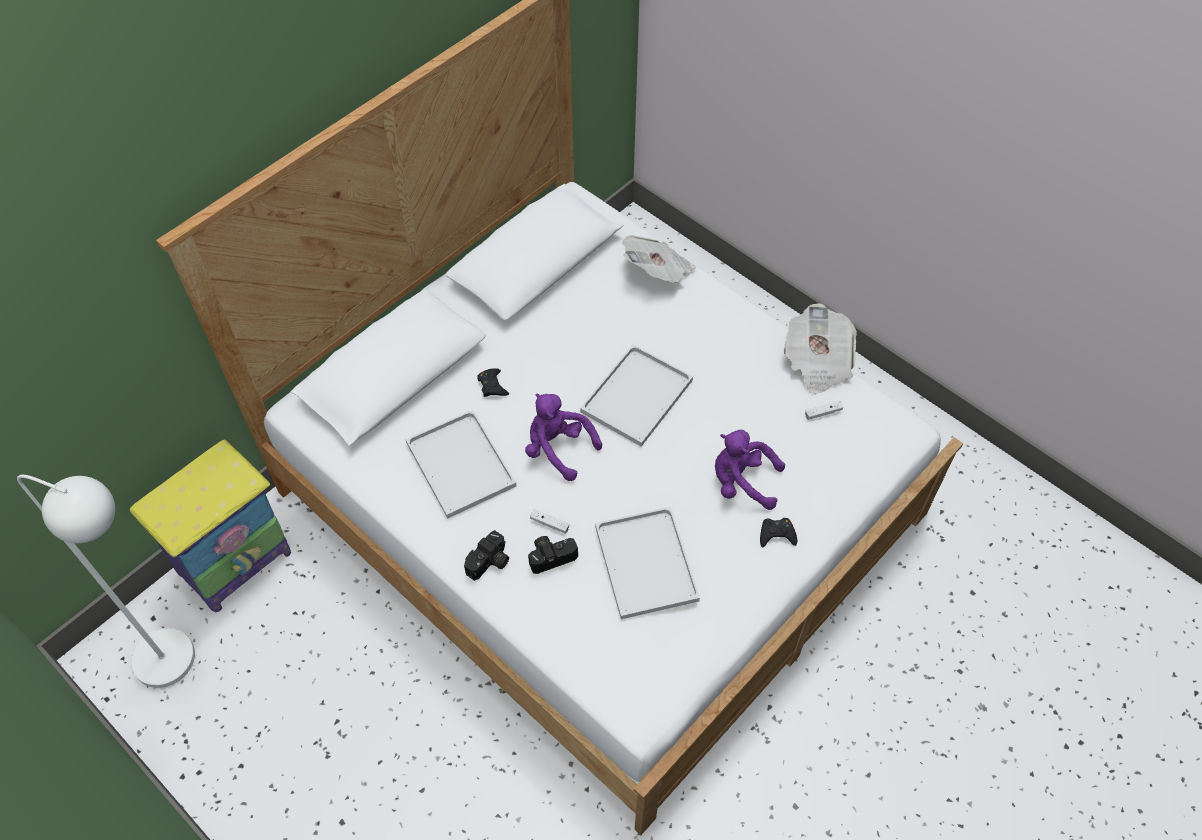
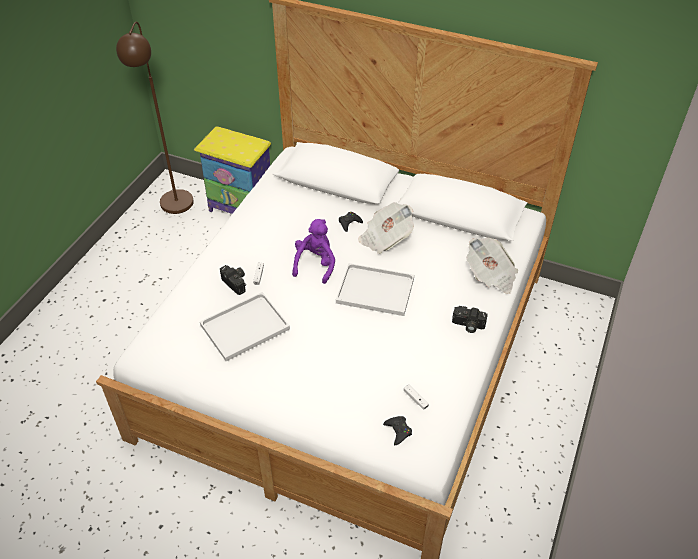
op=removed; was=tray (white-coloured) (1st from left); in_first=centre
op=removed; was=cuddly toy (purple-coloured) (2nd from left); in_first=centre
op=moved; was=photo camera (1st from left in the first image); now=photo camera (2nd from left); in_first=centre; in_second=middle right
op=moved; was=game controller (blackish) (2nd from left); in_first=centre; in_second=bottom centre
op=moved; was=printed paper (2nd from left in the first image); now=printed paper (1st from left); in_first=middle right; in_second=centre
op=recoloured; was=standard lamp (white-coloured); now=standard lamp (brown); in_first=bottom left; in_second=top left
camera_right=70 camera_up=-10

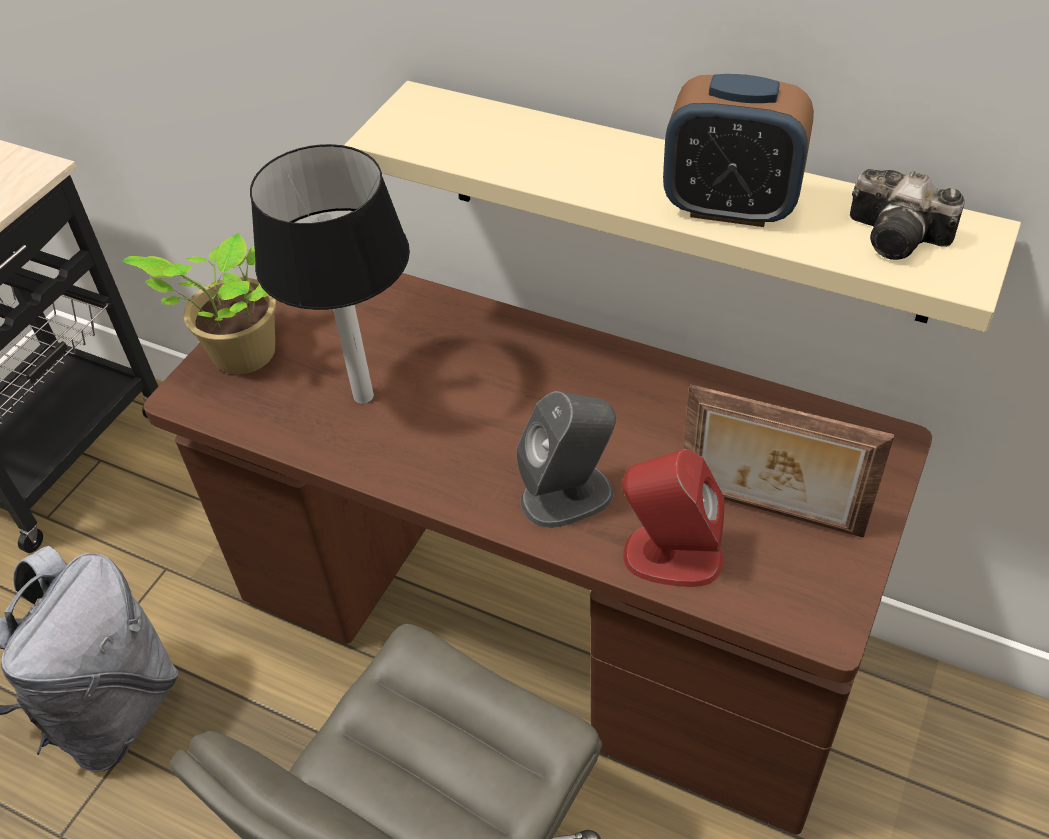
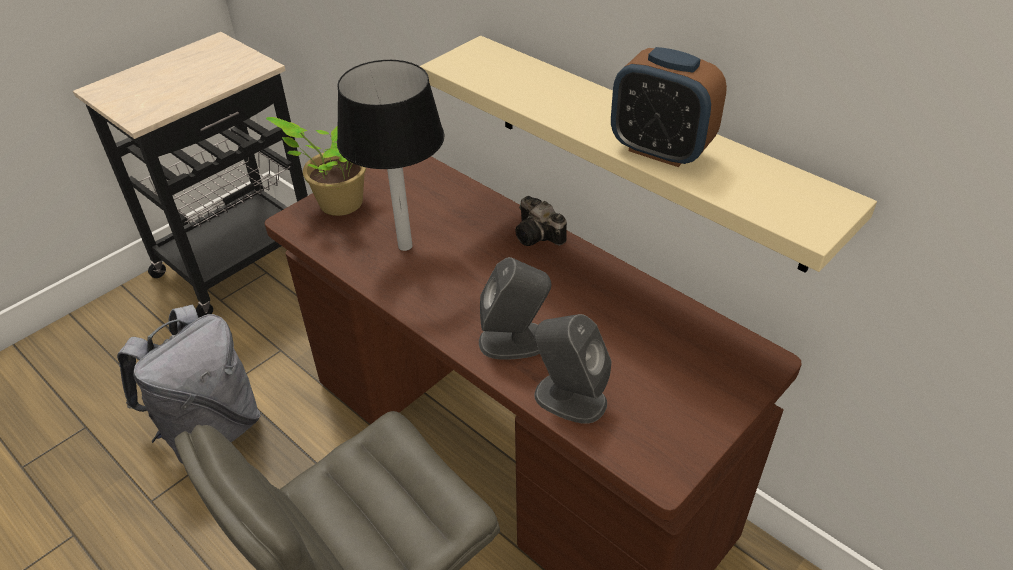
op=removed; was=photo frame; in_first=middle right
op=moved; was=photo camera; in_first=top right; in_second=centre
op=recoloured; was=speaker (red-coloured); now=speaker (gray) (2nd from left); in_first=centre; in_second=centre
camera_right=15 camera_up=-5

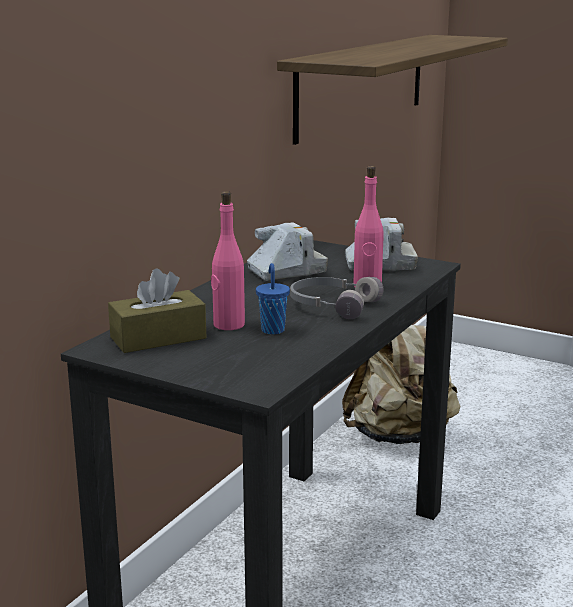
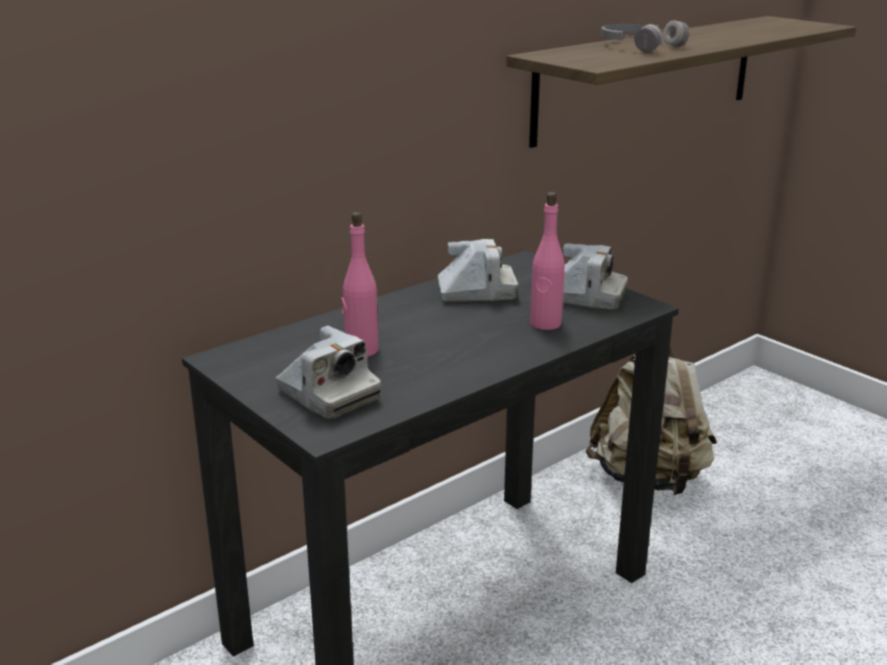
op=removed; was=tissue holder (brown); in_first=middle left
op=removed; was=small cup (blue); in_first=centre
op=added; now=photo camera (1st from left); in_second=centre
op=moved; was=pair of headphones (gray); in_first=centre; in_second=top right
camera_right=20 camera_up=5

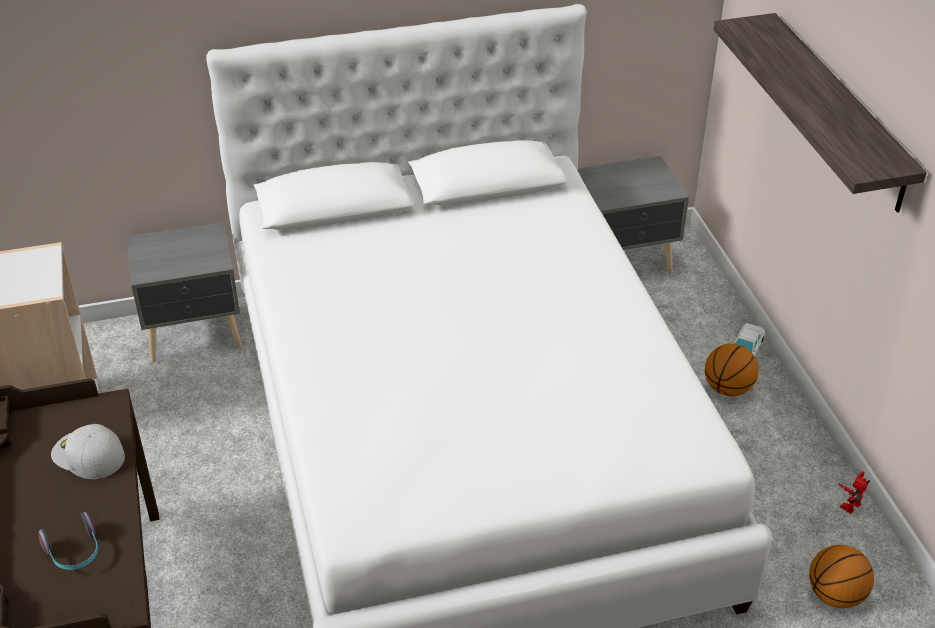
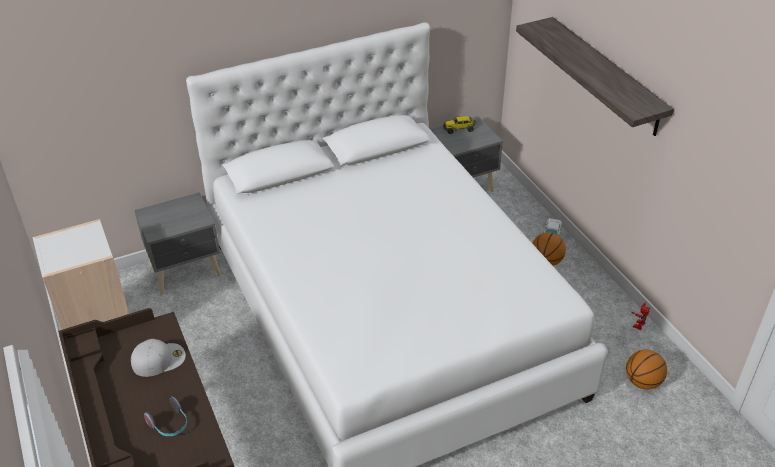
op=added; now=toy lorry; in_second=top centre
op=turned; was=cap (white-coloured); in_first=bottom left; in_second=bottom left; clockwise=135
camera_right=-10 camera_up=0

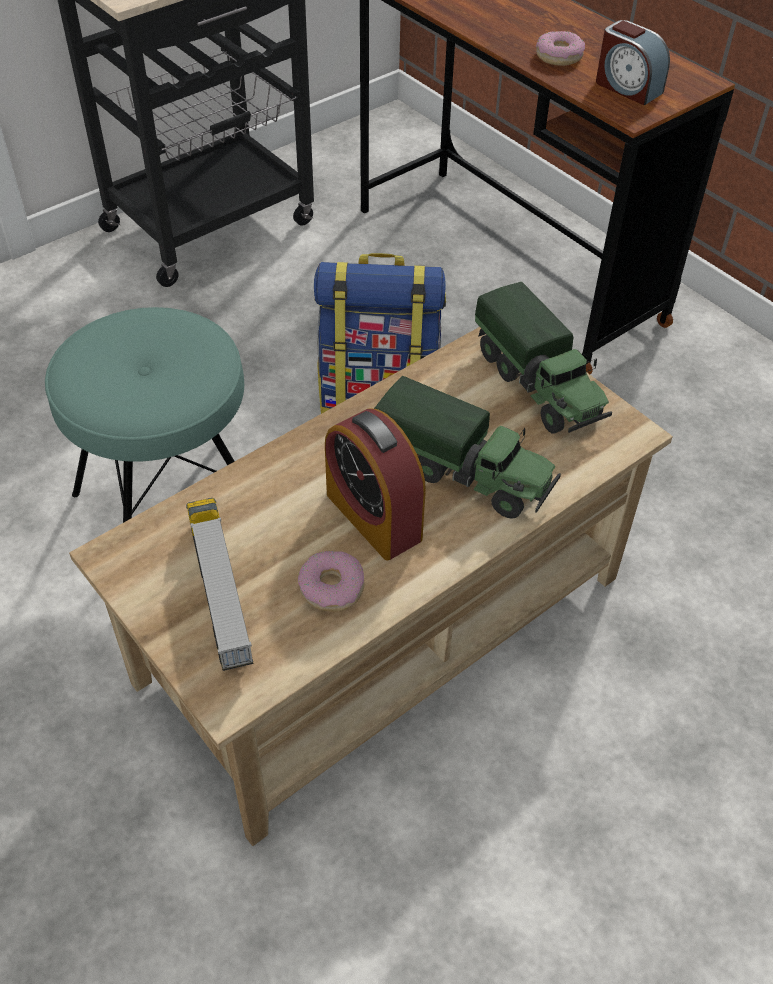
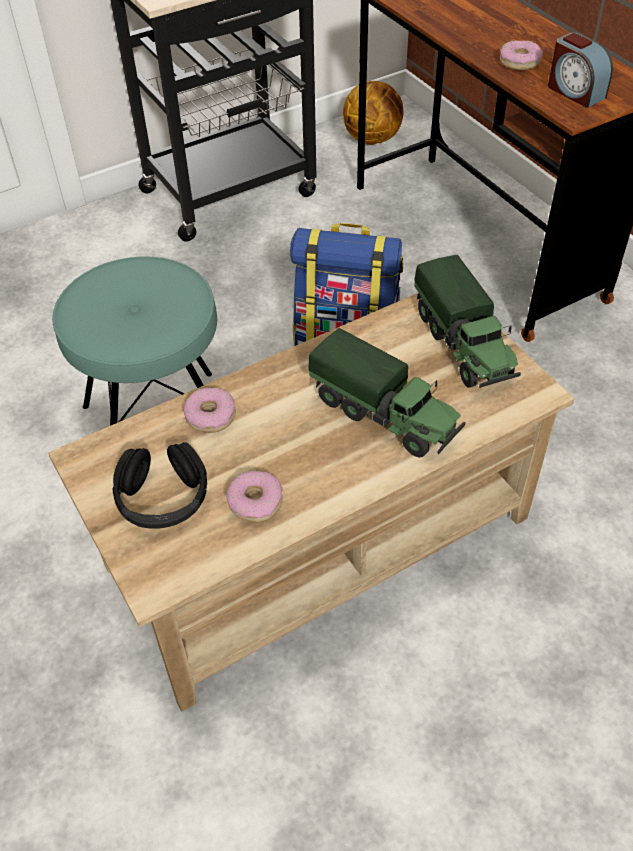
op=removed; was=table clock (1st from left); in_first=centre
op=added; now=donut (1st from left); in_second=middle left
op=added; now=ball for basketball; in_second=top centre
op=replaced; was=toy lorry (1st from left); now=pair of headphones (blackish); in_first=middle left; in_second=middle left
camera_right=10 camera_up=0

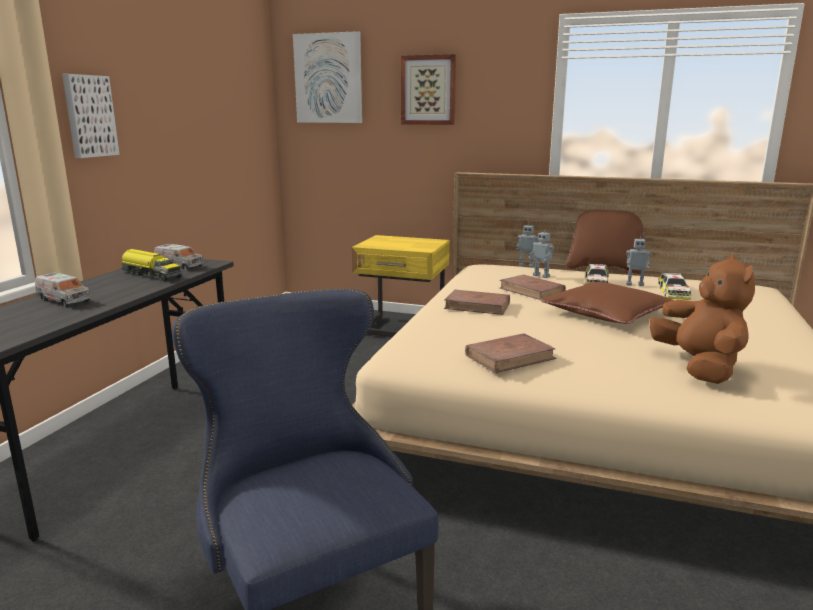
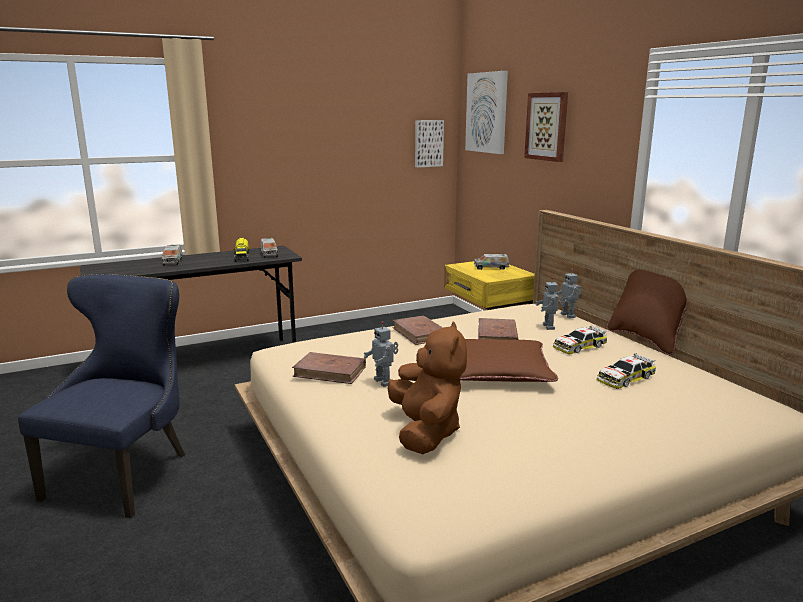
op=added; now=toy lorry (4th from left); in_second=centre
op=moved; was=picture (1st from left); in_first=top left; in_second=top centre
op=moved; was=toy robot (3rd from left in the first image); now=toy robot (1st from left); in_first=middle right; in_second=centre
op=turned; was=cuddly toy (brown); in_first=middle right; in_second=centre; clockwise=-45
camera_right=45 camera_up=0

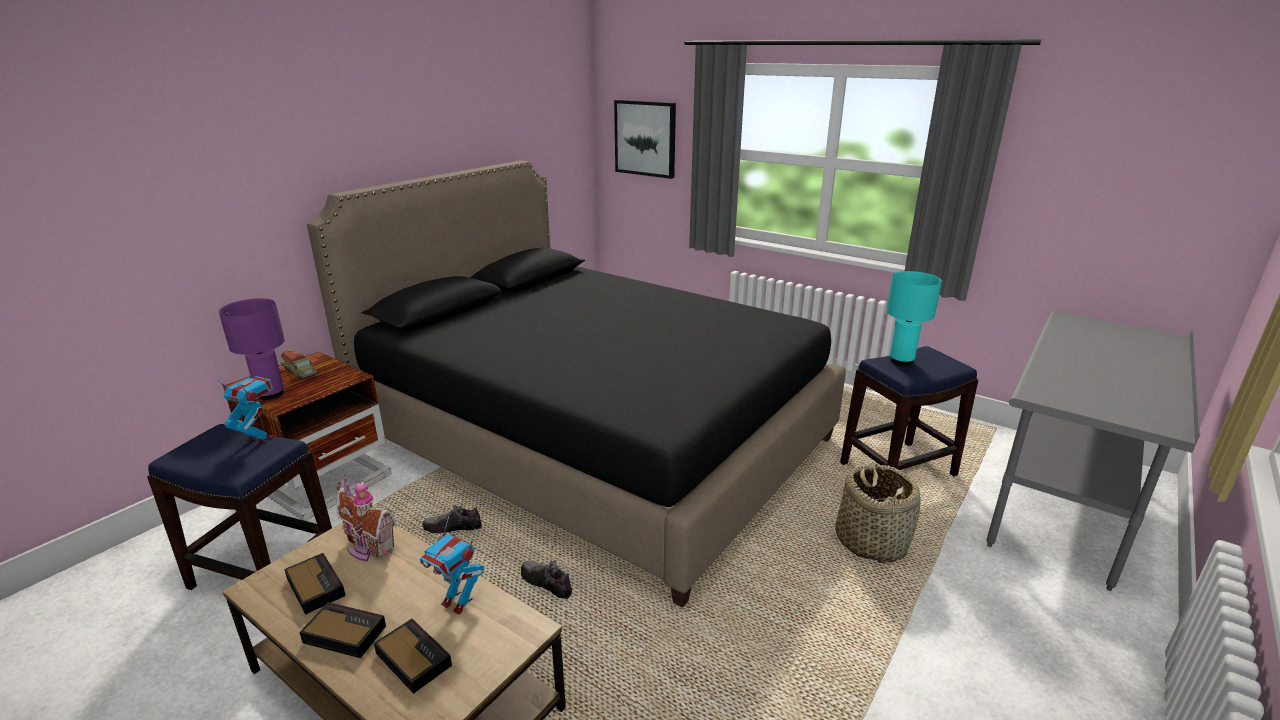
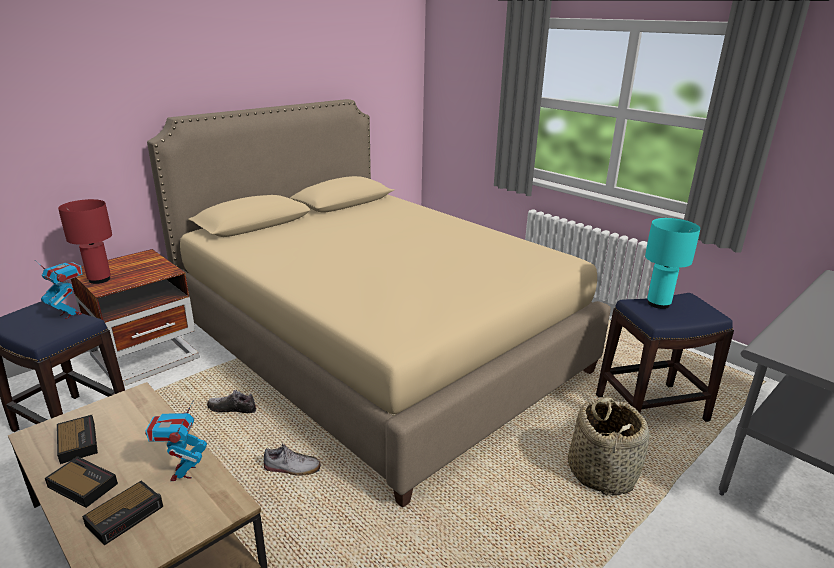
op=removed; was=toy lorry; in_first=middle left
op=removed; was=toy house; in_first=bottom left
op=removed; was=picture; in_first=top centre
op=recoloured; was=table lamp (purple-coloured); now=table lamp (red-coloured); in_first=middle left; in_second=middle left
op=recoloured; was=sleeping bed (blackish); now=sleeping bed (beige-coloured); in_first=centre; in_second=centre
op=turned; was=table clock (3rd from left); in_first=bottom left; in_second=bottom left; clockwise=75
op=turned; was=toy robot (2nd from left); in_first=bottom centre; in_second=bottom left; clockwise=45
op=turned; was=item of footwear (2nd from left); in_first=bottom centre; in_second=bottom centre; clockwise=135
camera_right=10 camera_up=0

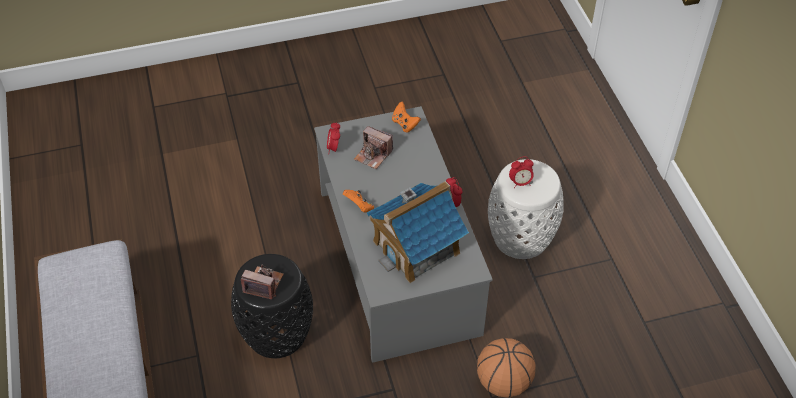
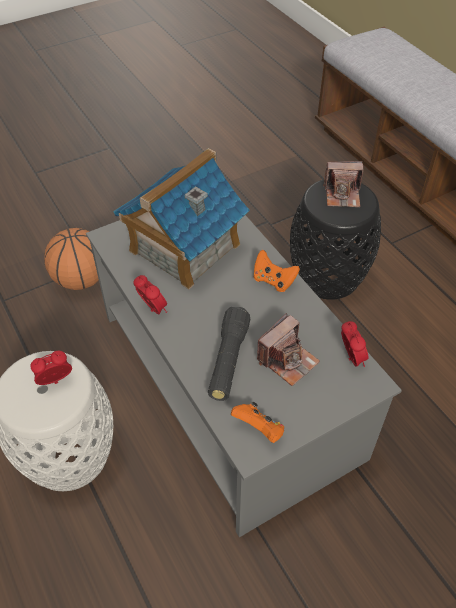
op=added; now=flashlight (blackish); in_second=centre
op=turned; was=photo camera (2nd from left in the first image); in_first=centre; in_second=centre; clockwise=120
camera_right=165 camera_up=0

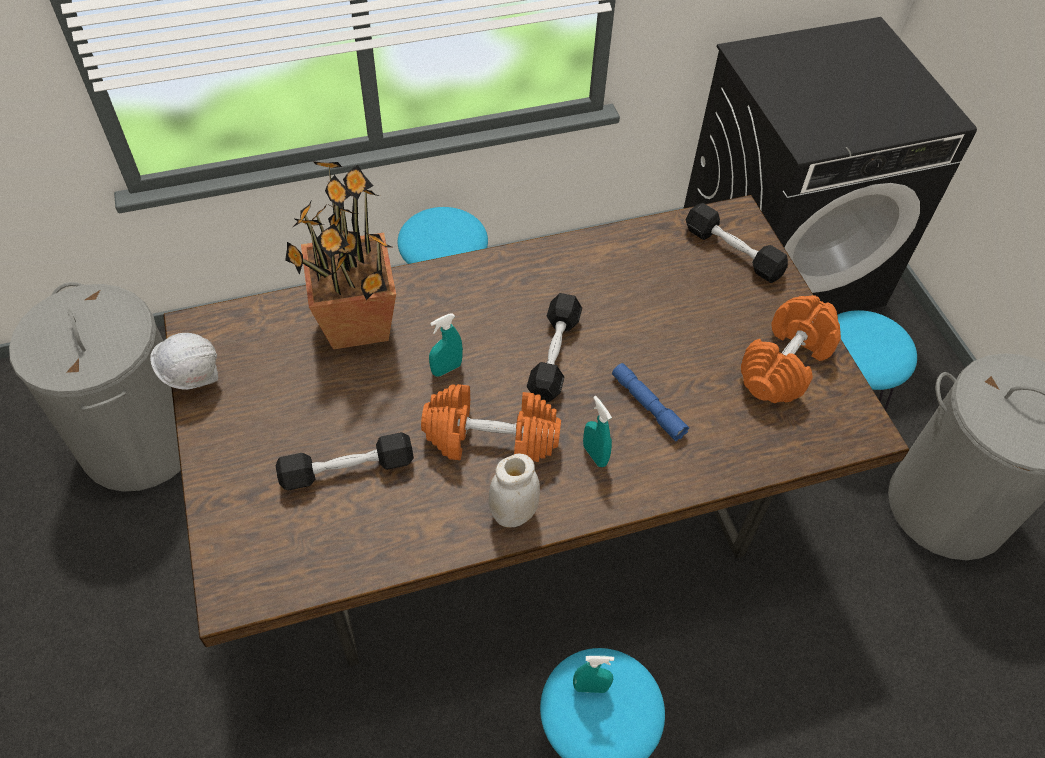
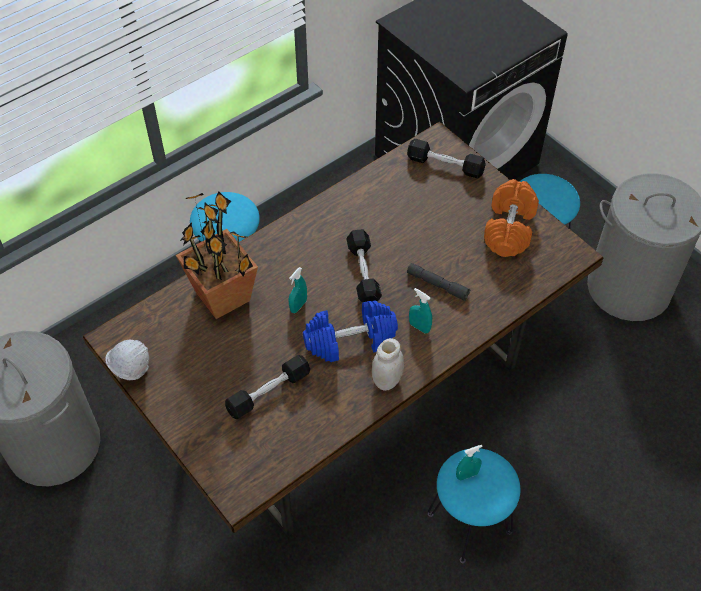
op=recoloured; was=hand weight (orange) (1st from left); now=hand weight (blue); in_first=centre; in_second=centre
op=recoloured; was=flashlight (blue); now=flashlight (gray); in_first=centre; in_second=centre
camera_right=-20 camera_up=0

